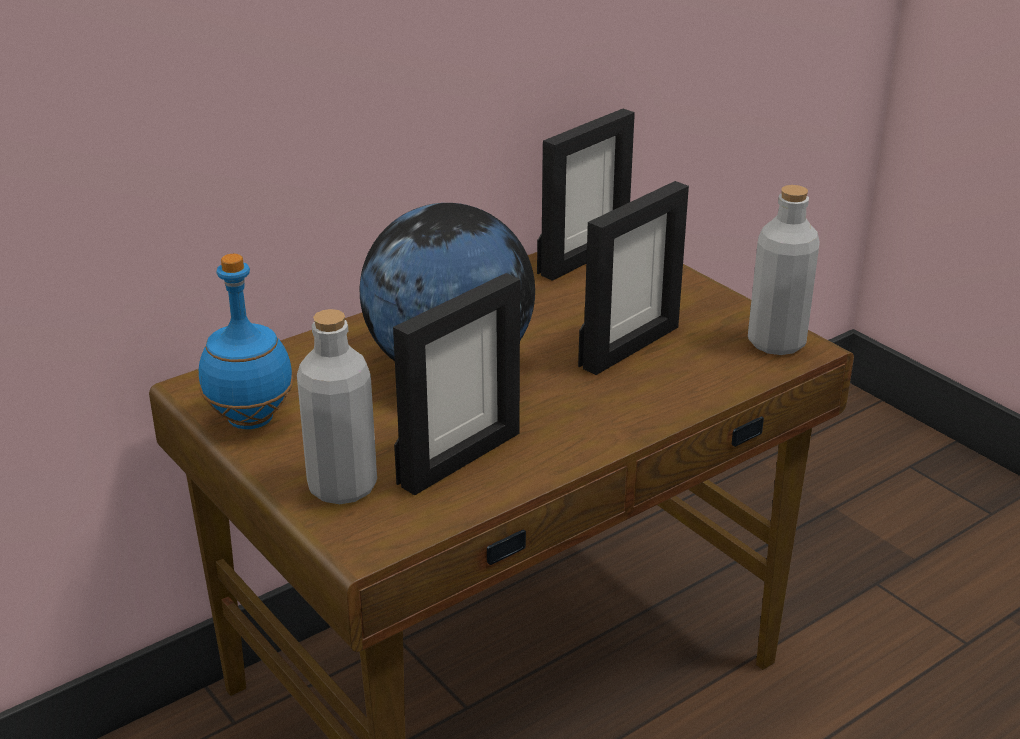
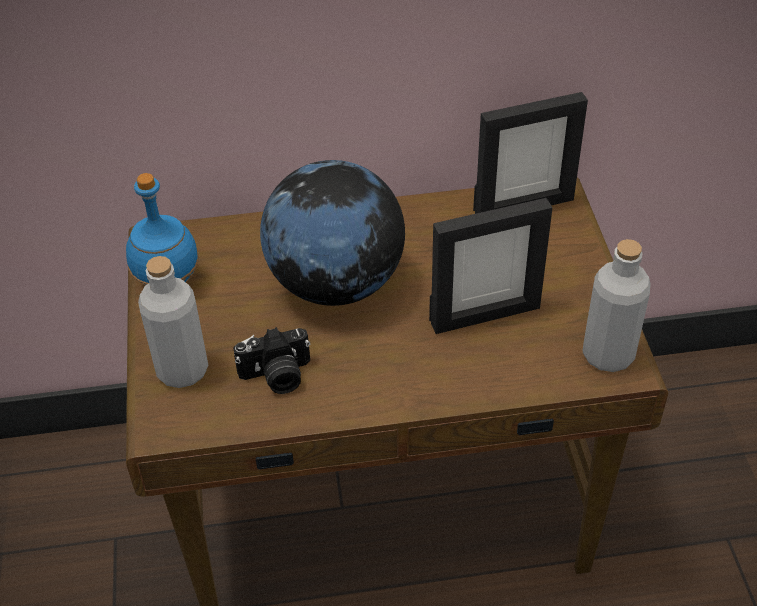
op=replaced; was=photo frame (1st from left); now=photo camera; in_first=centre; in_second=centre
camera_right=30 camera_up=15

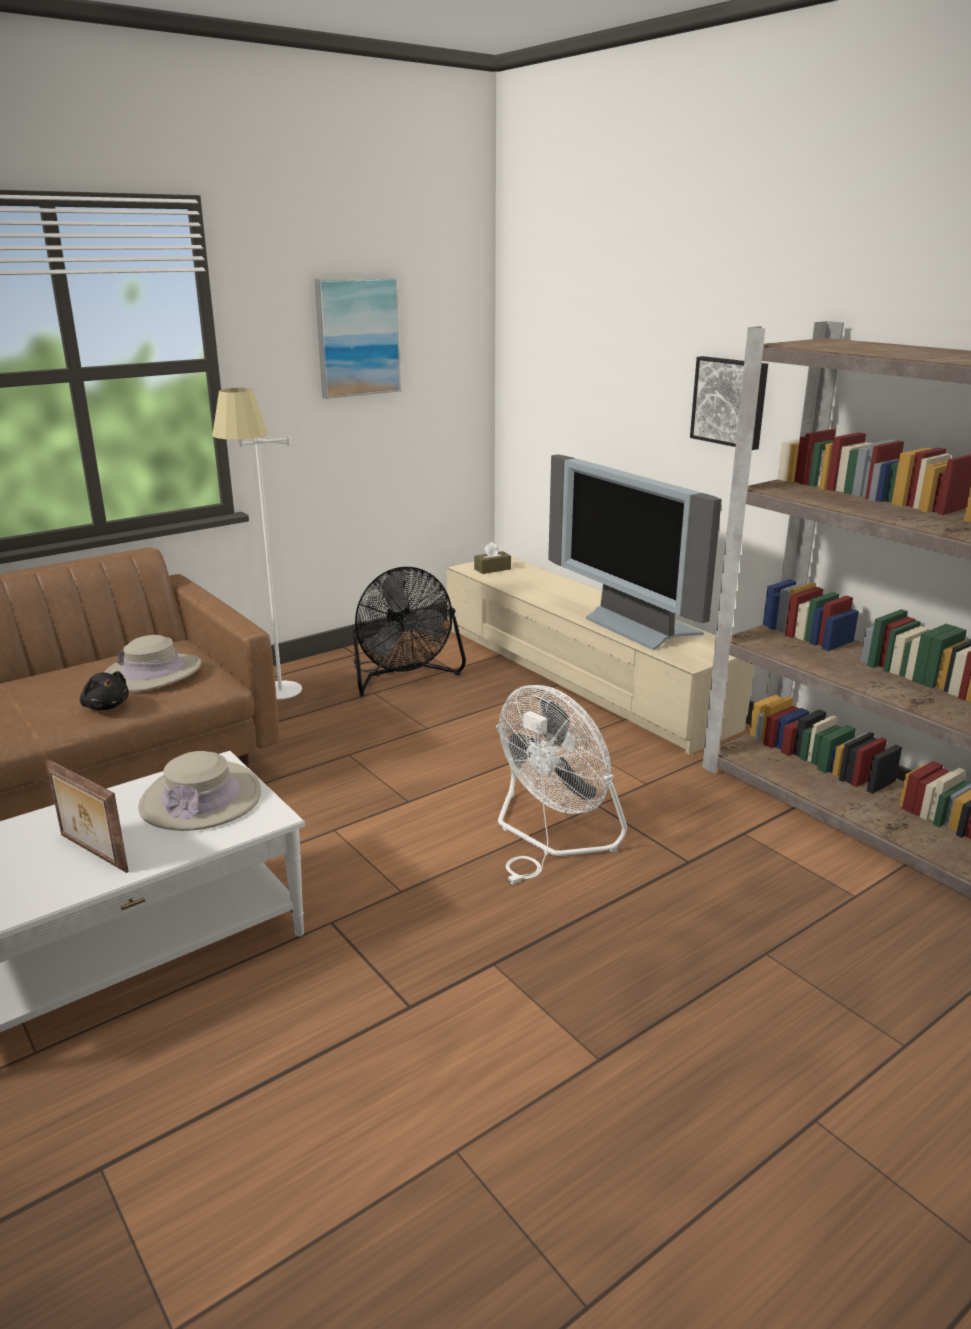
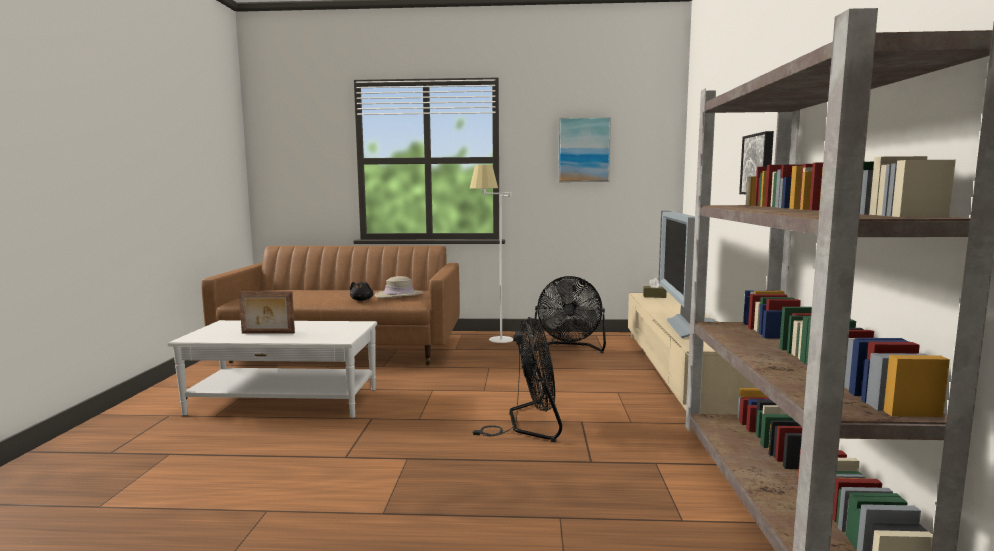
op=removed; was=hat (beige-coloured) (2nd from left); in_first=middle left
op=recoloured; was=fan (white-coloured); now=fan (blackish) (1st from left); in_first=centre; in_second=bottom centre
op=turned; was=photo frame; in_first=middle left; in_second=middle left; clockwise=-75
camera_right=40 camera_up=-15

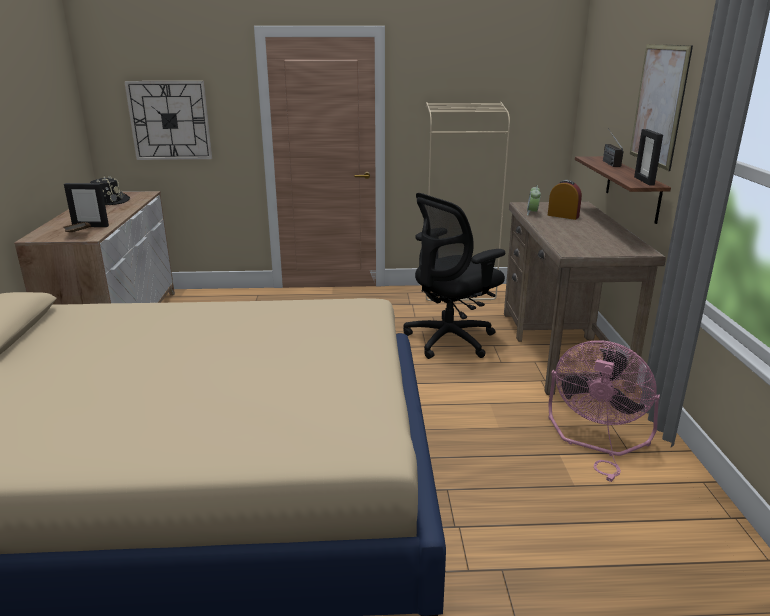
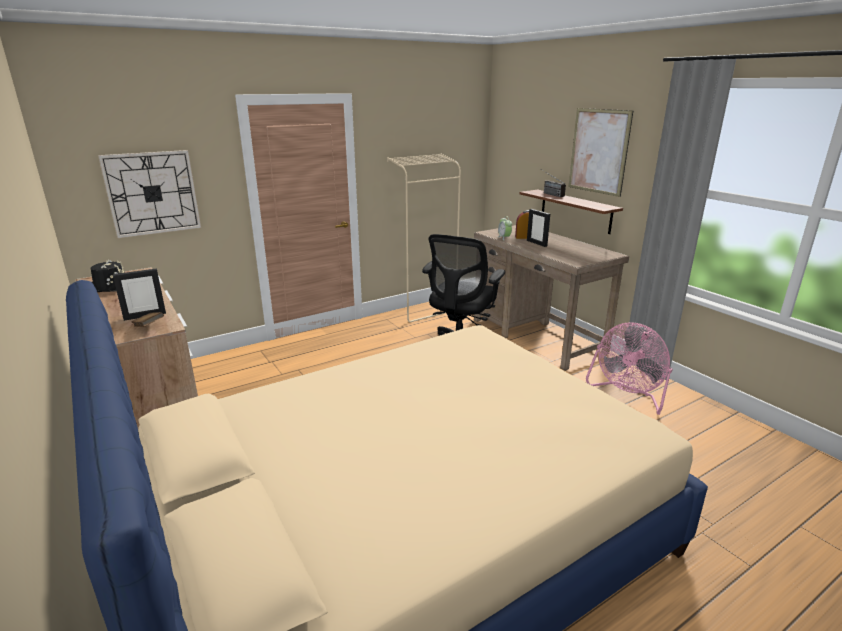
op=moved; was=photo frame (2nd from left); in_first=top right; in_second=centre
op=turned; was=fan (pink-coloured); in_first=bottom right; in_second=middle right; clockwise=-135
camera_right=-30 camera_up=0

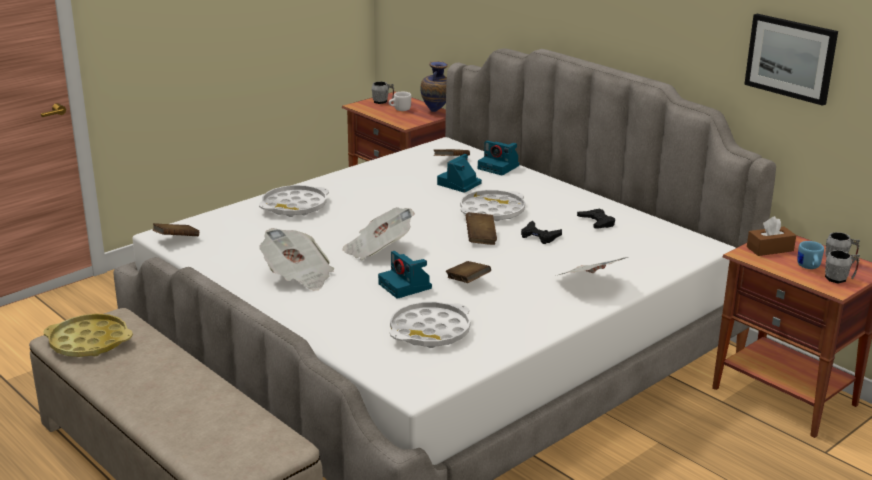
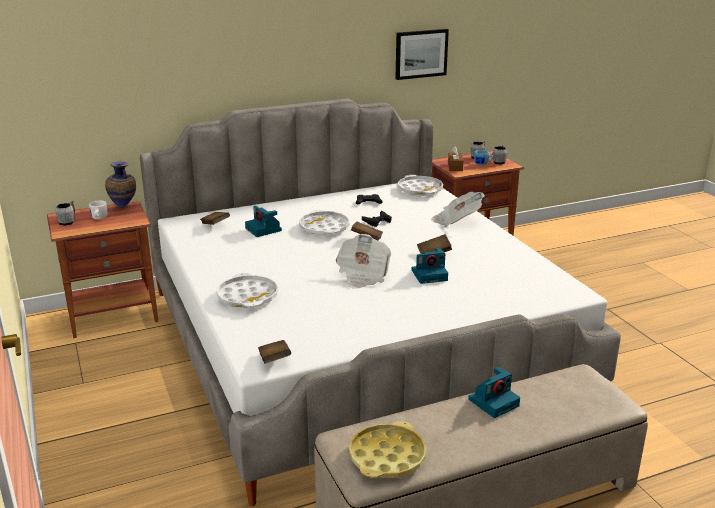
op=removed; was=printed paper (1st from left); in_first=centre
op=moved; was=tray (white-coloured) (2nd from left in the first image); now=tray (white-coloured) (3rd from left); in_first=bottom centre; in_second=centre
op=moved; was=photo camera (3rd from left); in_first=top centre; in_second=bottom right
camera_right=-70 camera_up=0

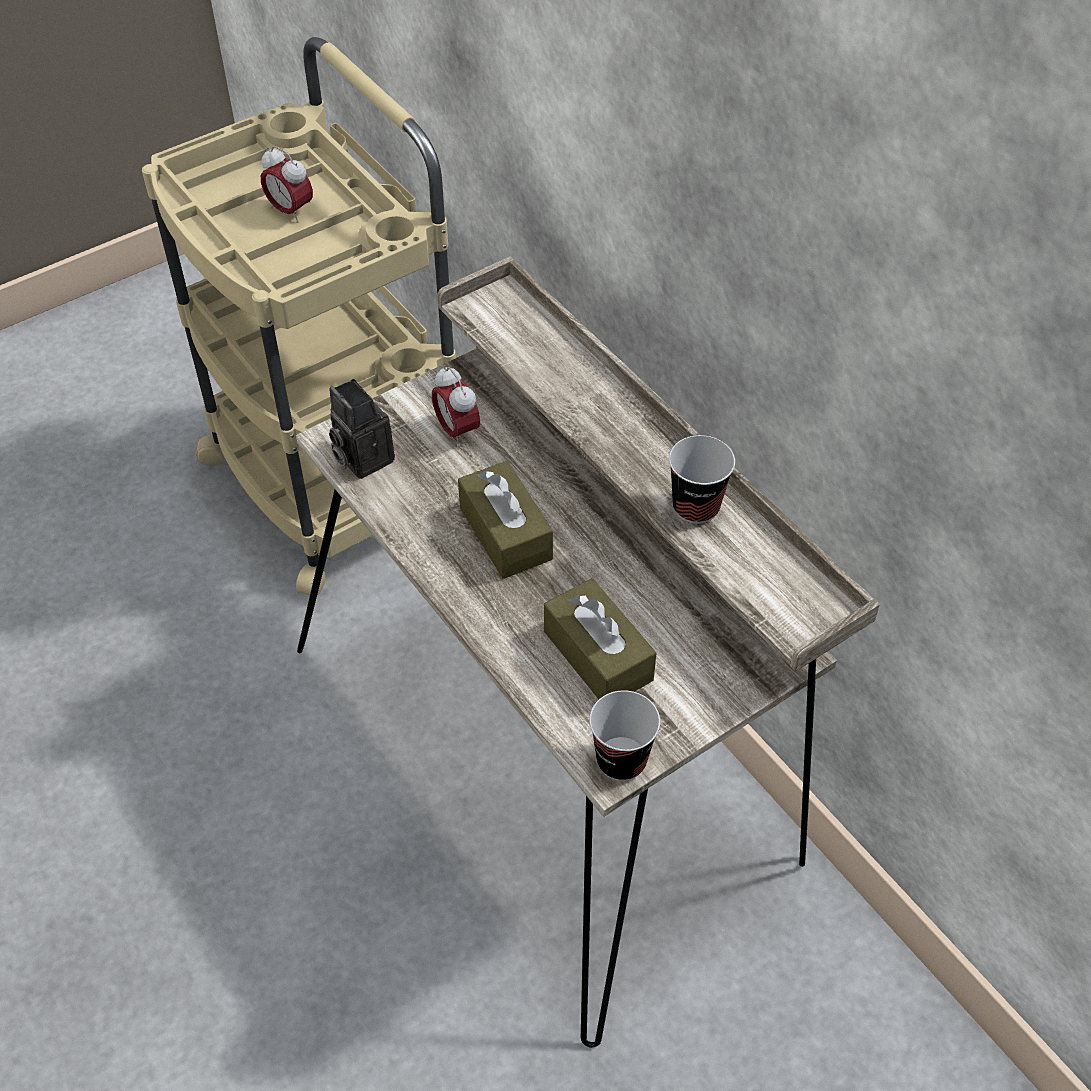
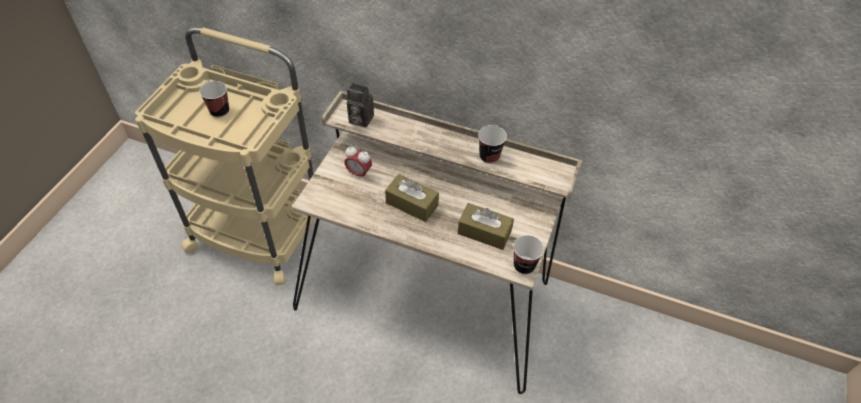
op=moved; was=photo camera; in_first=middle left; in_second=top centre
op=replaced; was=table clock (1st from left); now=small cup (1st from left); in_first=top left; in_second=top left
camera_right=-35 camera_up=0

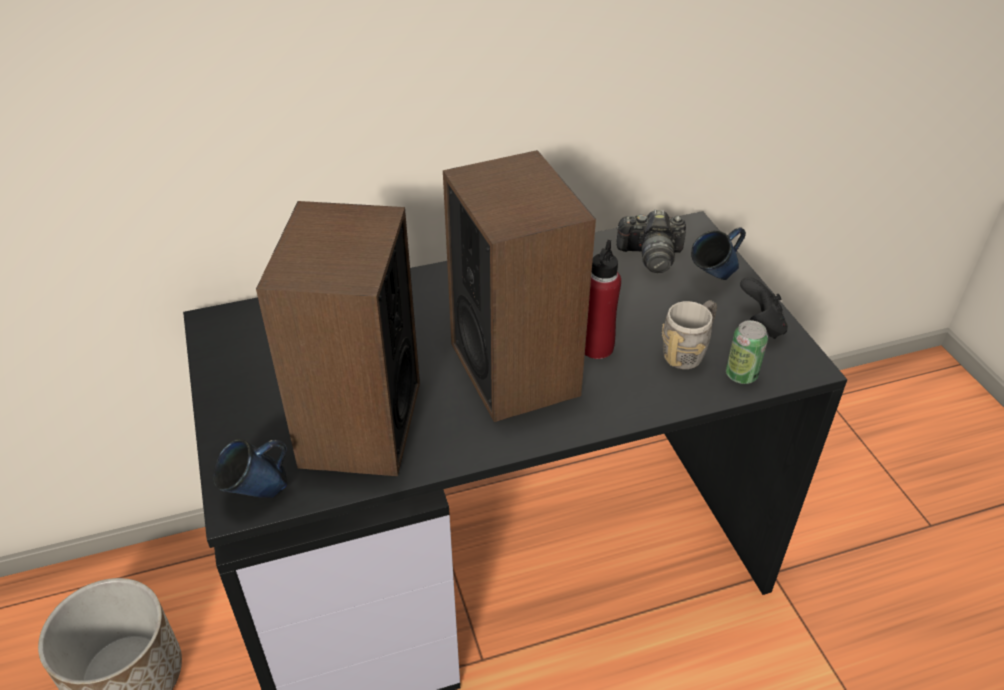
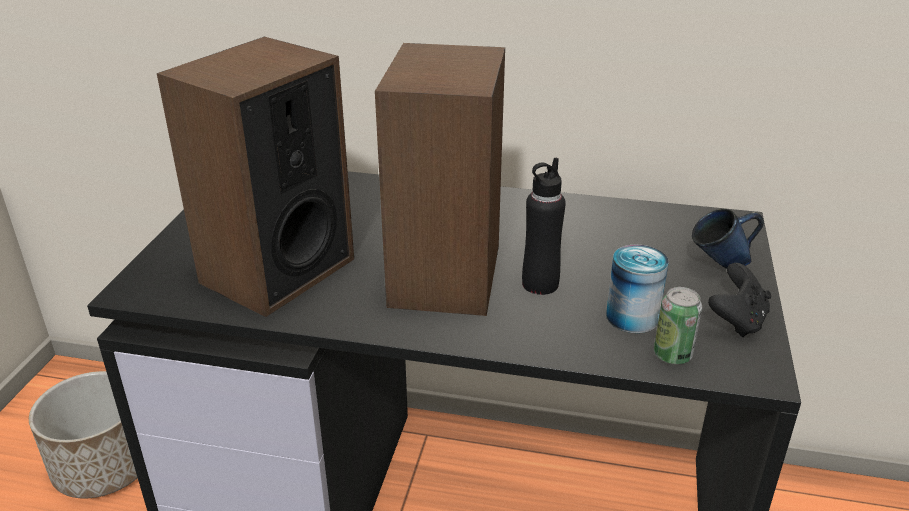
op=removed; was=coffee mug (blue) (1st from left); in_first=bottom left
op=removed; was=photo camera; in_first=centre
op=replaced; was=coffee mug (gray); now=can (1st from left); in_first=middle right; in_second=middle right
op=recoloured; was=bottle (red-coloured); now=bottle (blackish); in_first=centre; in_second=centre
camera_right=30 camera_up=-10

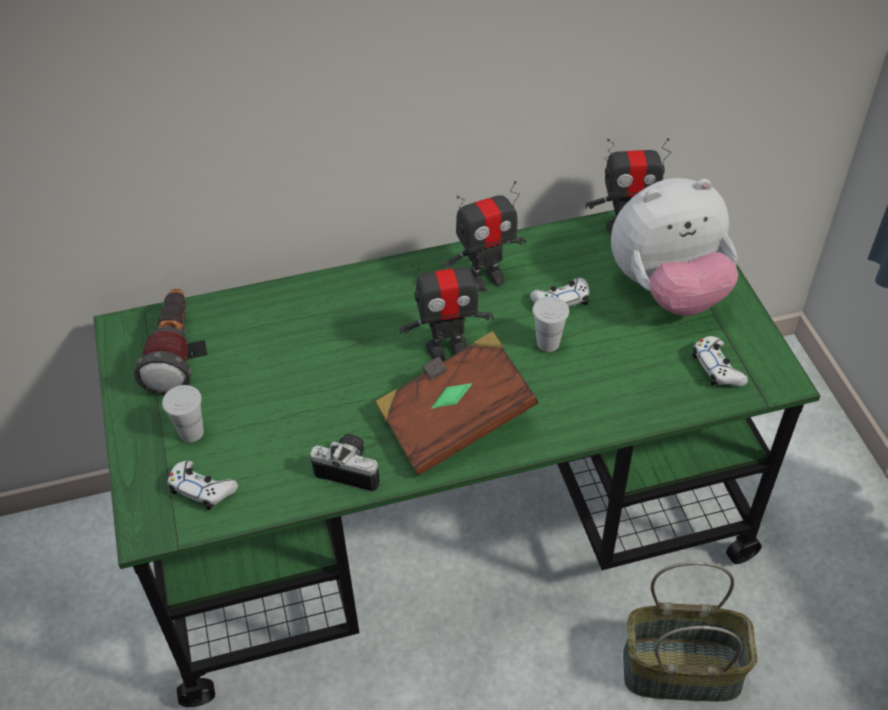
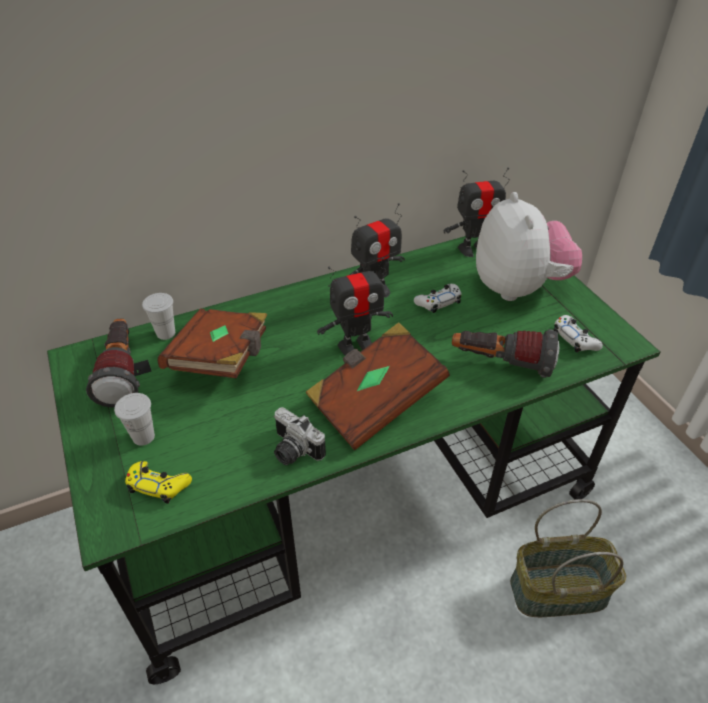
op=added; now=volume (brown) (1st from left); in_second=middle left
op=added; now=flashlight (2nd from left); in_second=middle right
op=moved; was=small cup (white-coloured) (2nd from left); in_first=centre; in_second=middle left
op=recoloured; was=game controller (white-coloured) (1st from left); now=game controller (yellow); in_first=bottom left; in_second=bottom left
op=turned; was=photo camera; in_first=centre; in_second=centre; clockwise=-150
op=turned; was=cuddly toy; in_first=middle right; in_second=middle right; clockwise=-75
camera_right=-10 camera_up=-5

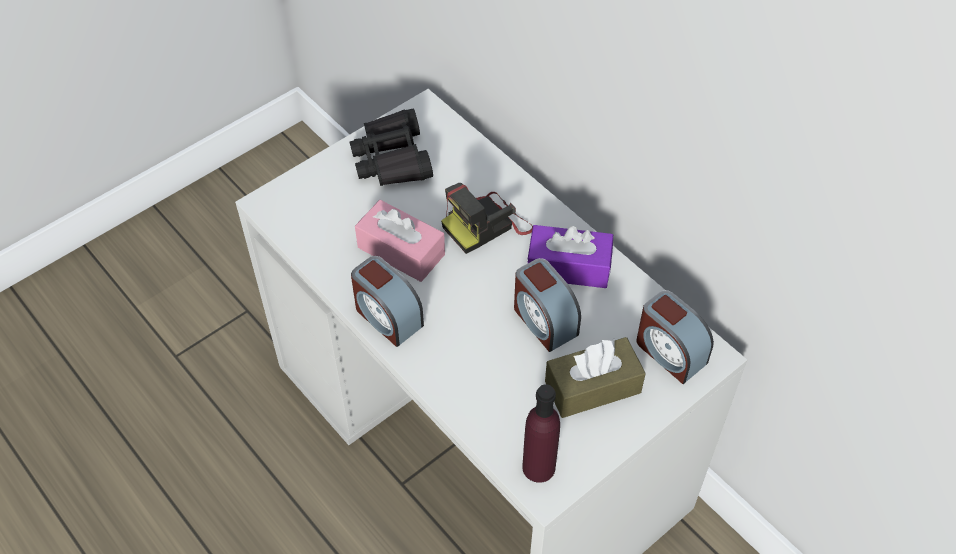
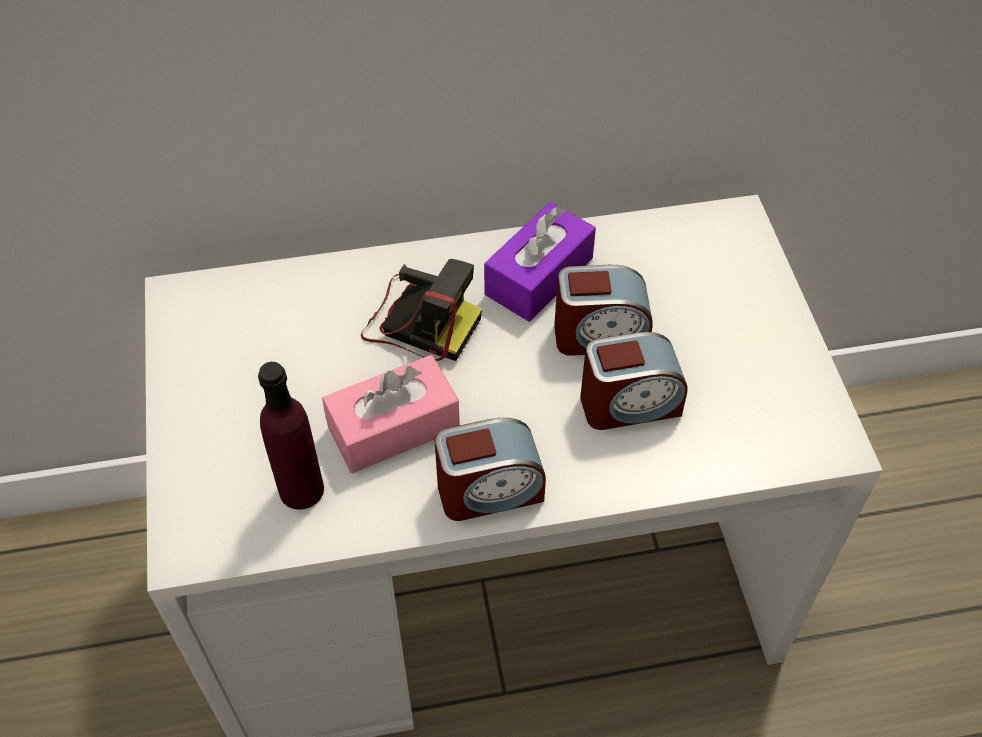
op=removed; was=binoculars (blackish); in_first=top centre
op=removed; was=tissue holder (brown); in_first=bottom centre
op=moved; was=bottle (purple-coloured); in_first=bottom centre; in_second=middle left
op=moved; was=table clock (3rd from left); in_first=middle right; in_second=centre
op=turned; was=photo camera; in_first=centre; in_second=centre; clockwise=-60
camera_right=-60 camera_up=0

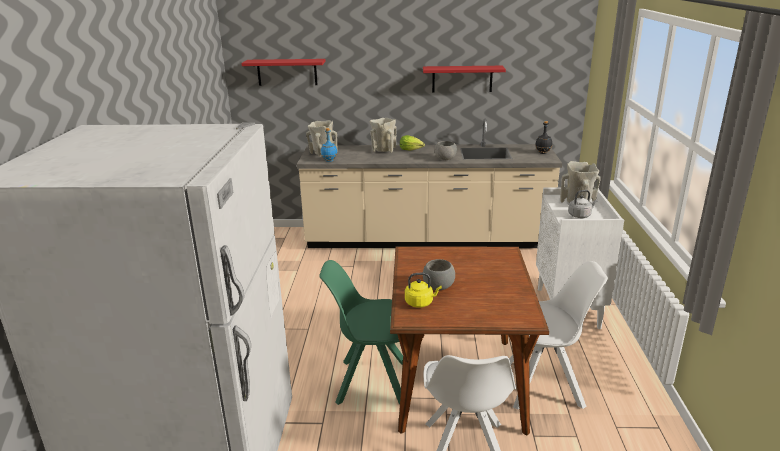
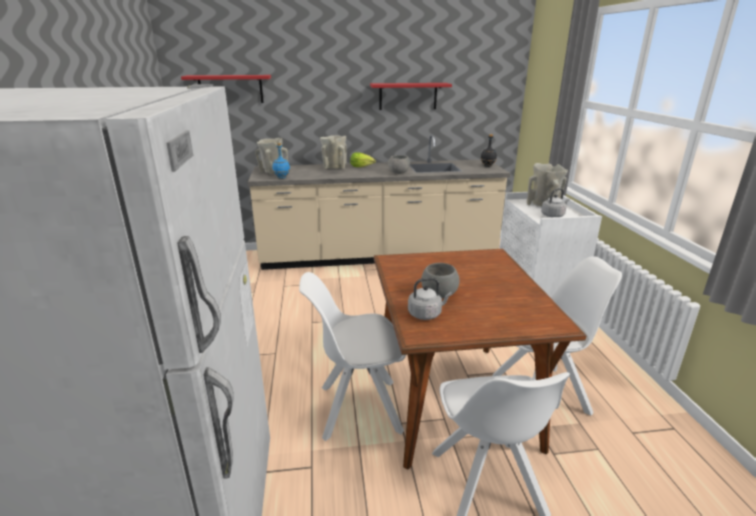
op=recoloured; was=chair (green-coloured); now=chair (white-coloured) (1st from left); in_first=bottom centre; in_second=bottom centre
op=recoloured; was=kettle (yellow); now=kettle (gray) (1st from left); in_first=centre; in_second=centre
camera_right=-10 camera_up=0

